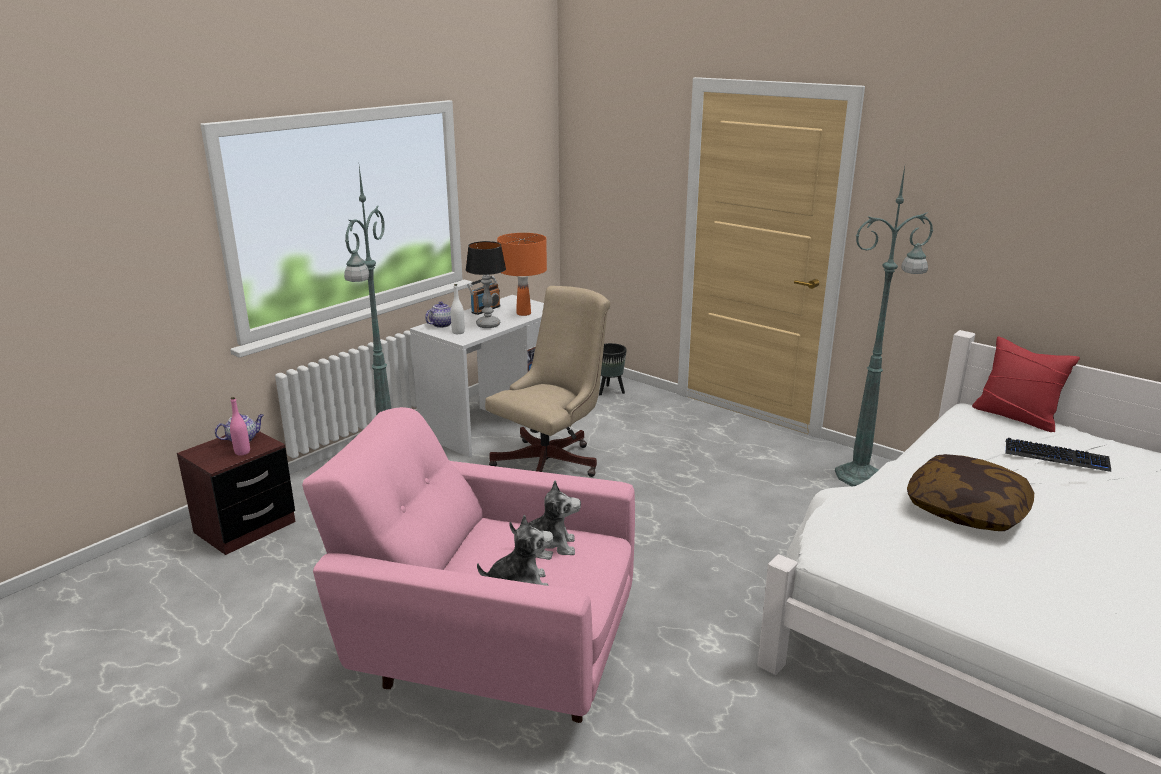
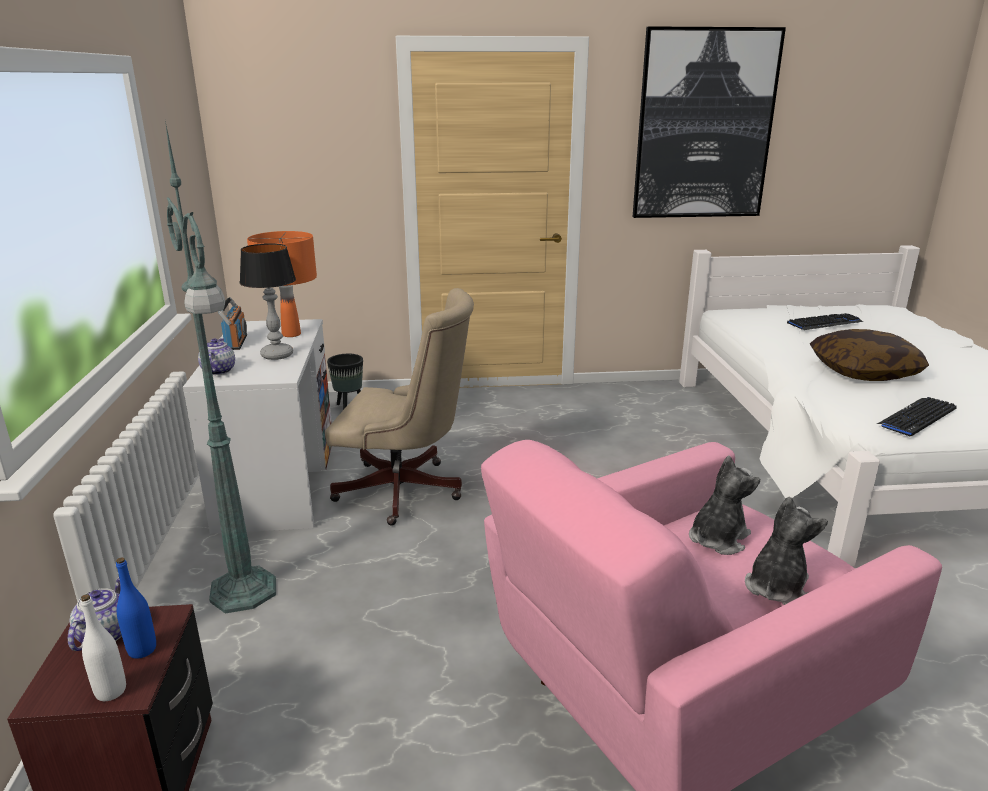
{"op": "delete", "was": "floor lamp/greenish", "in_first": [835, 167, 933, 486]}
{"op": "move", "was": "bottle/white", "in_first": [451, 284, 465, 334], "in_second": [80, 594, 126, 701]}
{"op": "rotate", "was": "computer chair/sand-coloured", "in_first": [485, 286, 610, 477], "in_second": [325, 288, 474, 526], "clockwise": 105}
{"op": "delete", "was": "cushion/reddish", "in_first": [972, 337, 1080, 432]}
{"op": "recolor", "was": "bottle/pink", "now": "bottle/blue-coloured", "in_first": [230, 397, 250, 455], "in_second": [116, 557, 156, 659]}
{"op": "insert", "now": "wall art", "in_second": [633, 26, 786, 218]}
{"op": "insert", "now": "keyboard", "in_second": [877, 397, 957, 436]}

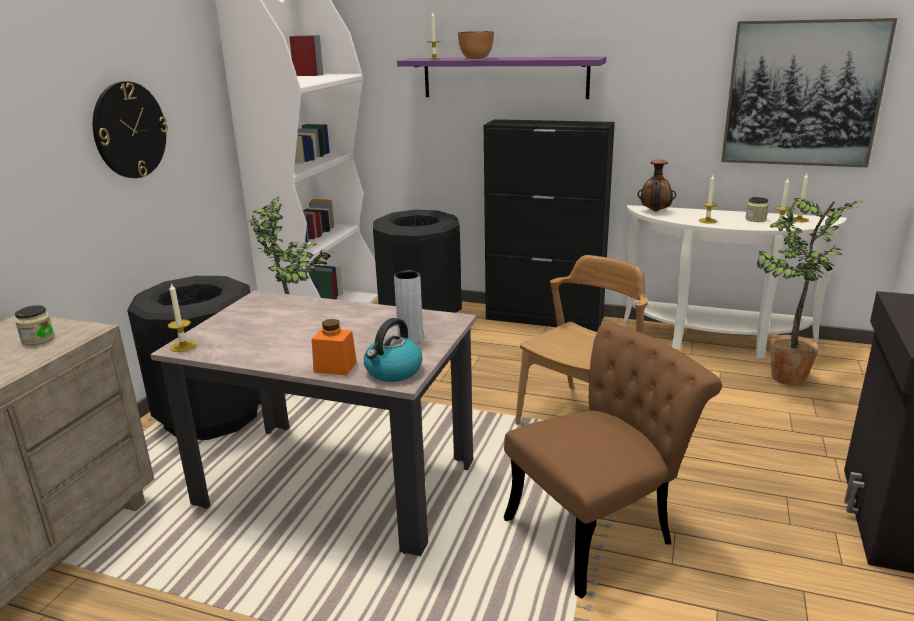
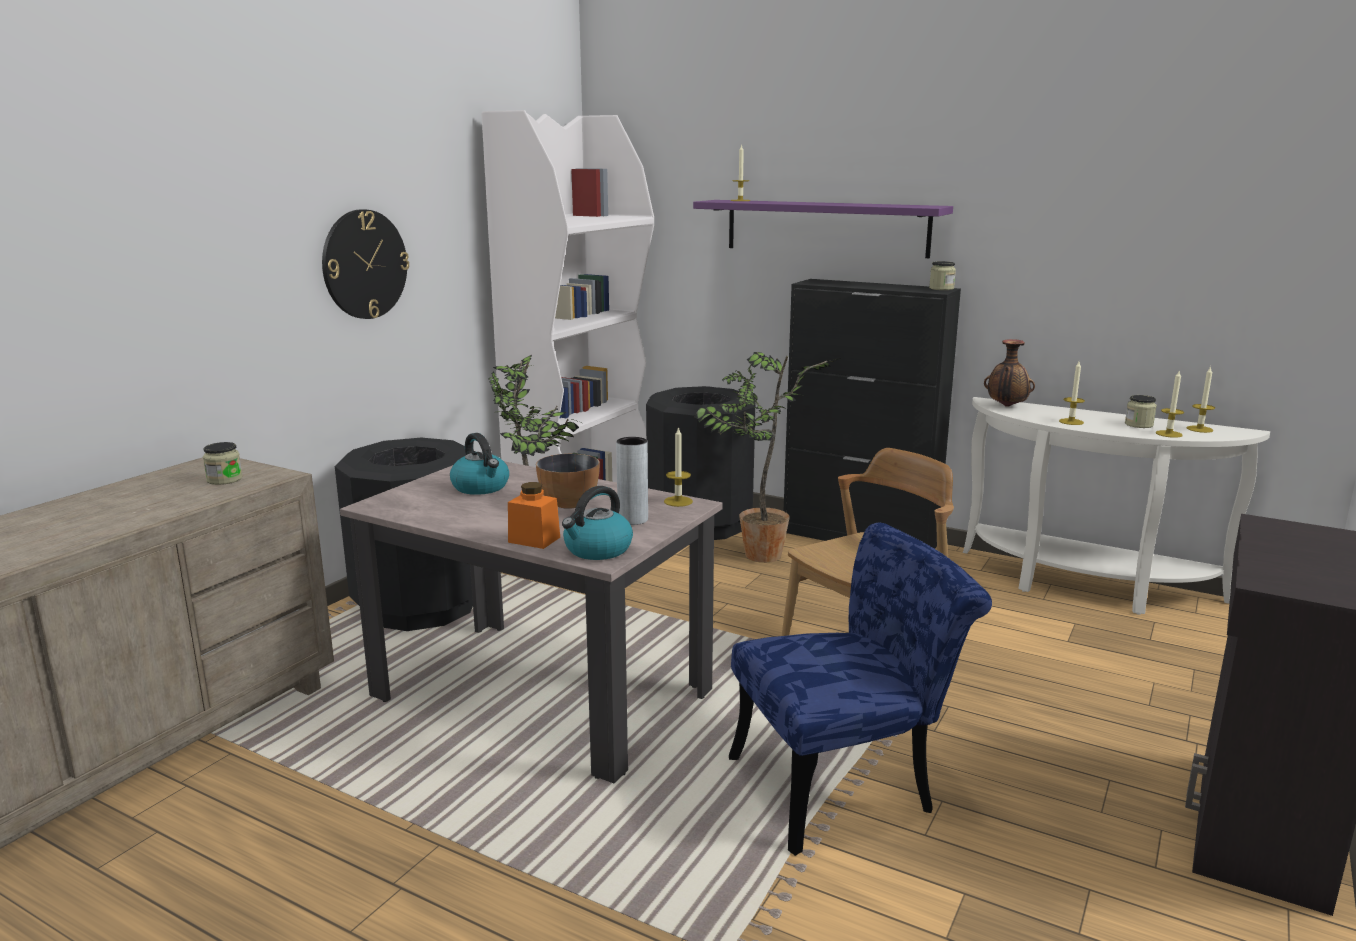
{"op": "delete", "was": "wall art", "in_first": [721, 18, 897, 167]}
{"op": "move", "was": "serving bowl", "in_first": [458, 31, 494, 59], "in_second": [536, 454, 600, 509]}
{"op": "move", "was": "plant in a pot", "in_first": [757, 198, 867, 386], "in_second": [694, 352, 841, 563]}
{"op": "move", "was": "candle", "in_first": [168, 283, 197, 352], "in_second": [664, 426, 693, 507]}
{"op": "recolor", "was": "plain chair/brown", "now": "plain chair/blue-coloured", "in_first": [504, 322, 722, 598], "in_second": [729, 523, 992, 856]}
{"op": "insert", "now": "storage jar", "in_second": [929, 261, 956, 290]}
{"op": "insert", "now": "water kettle", "in_second": [450, 433, 509, 495]}

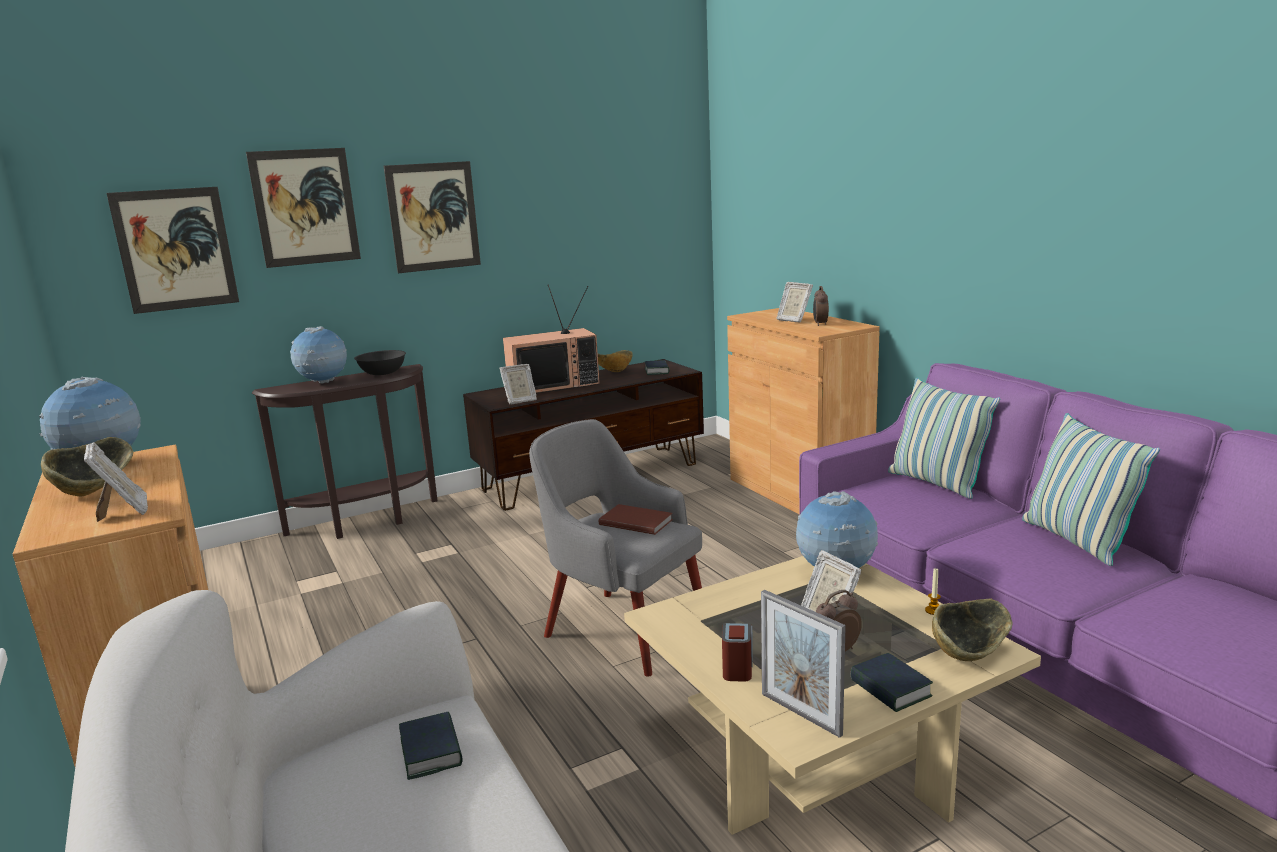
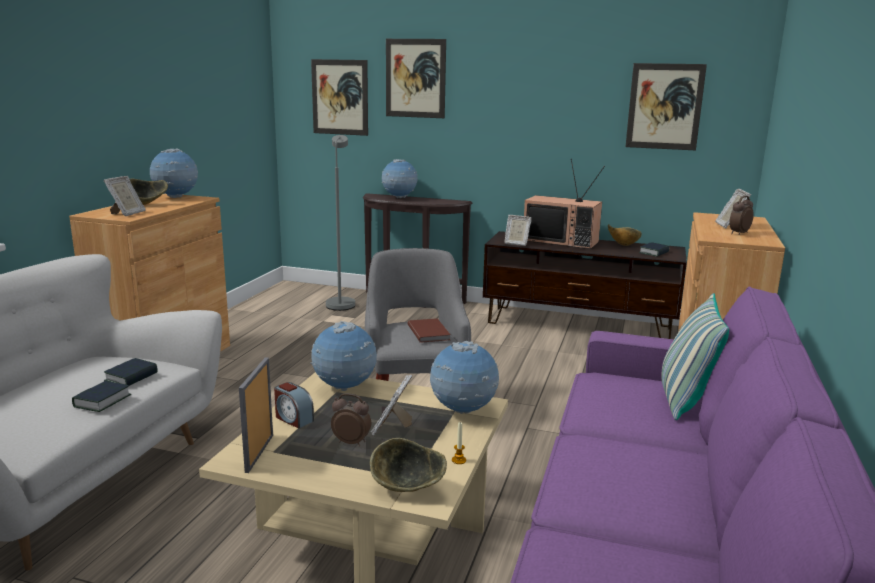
{"op": "move", "was": "wall art", "in_first": [384, 161, 481, 273], "in_second": [625, 63, 707, 150]}
{"op": "delete", "was": "serving bowl/blackish", "in_first": [354, 350, 406, 375]}
{"op": "delete", "was": "cushion", "in_first": [1022, 413, 1160, 566]}
{"op": "rotate", "was": "table clock", "in_first": [722, 623, 753, 682], "in_second": [274, 382, 314, 429], "clockwise": 75}
{"op": "move", "was": "book", "in_first": [851, 653, 933, 712], "in_second": [72, 381, 131, 412]}
{"op": "insert", "now": "floor lamp/greyish", "in_second": [326, 135, 355, 311]}
{"op": "insert", "now": "desk globe", "in_second": [310, 321, 377, 391]}

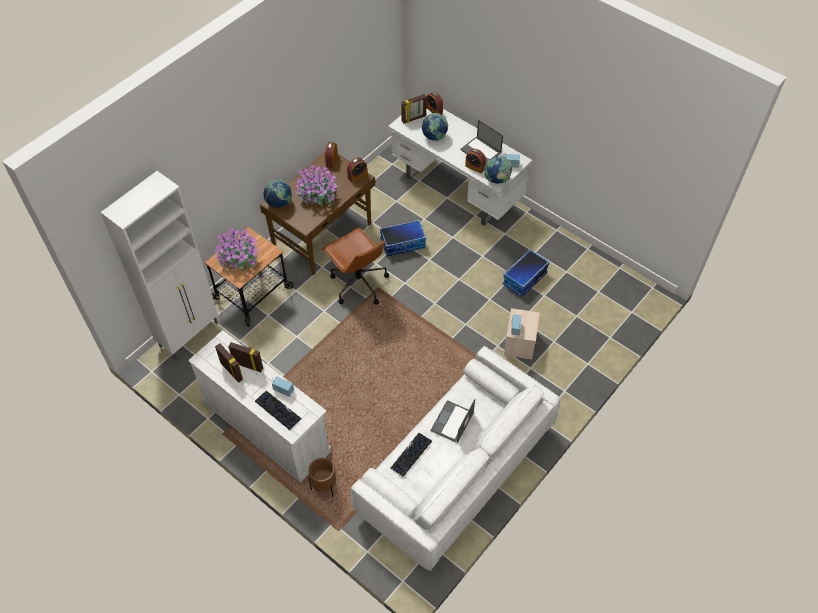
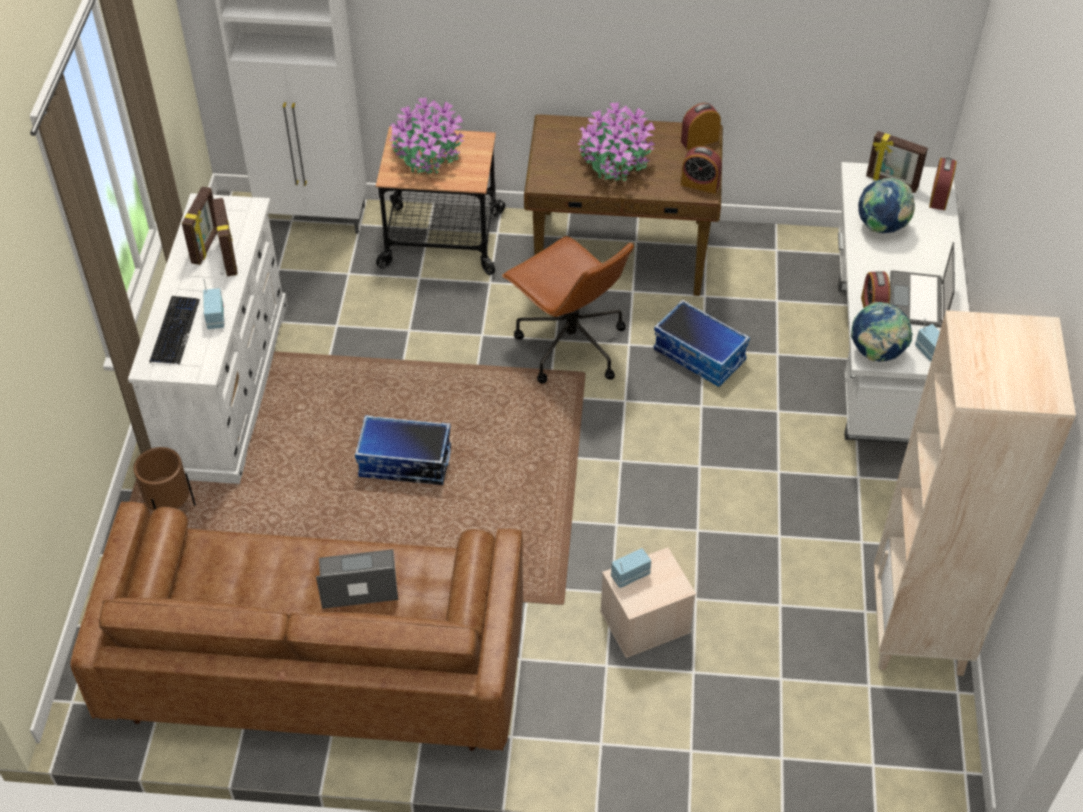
{"op": "delete", "was": "desk globe", "in_first": [263, 179, 292, 208]}
{"op": "rotate", "was": "computer chair/brown", "in_first": [322, 228, 389, 305], "in_second": [502, 236, 634, 384], "clockwise": -60}
{"op": "move", "was": "storage bin", "in_first": [503, 249, 550, 297], "in_second": [355, 415, 451, 485]}
{"op": "recolor", "was": "couch/white", "now": "couch/brown", "in_first": [350, 346, 561, 571], "in_second": [70, 502, 523, 751]}
{"op": "delete", "was": "keyboard", "in_first": [390, 433, 432, 477]}
{"op": "insert", "now": "bookcase/sand-coloured", "in_second": [874, 310, 1076, 676]}

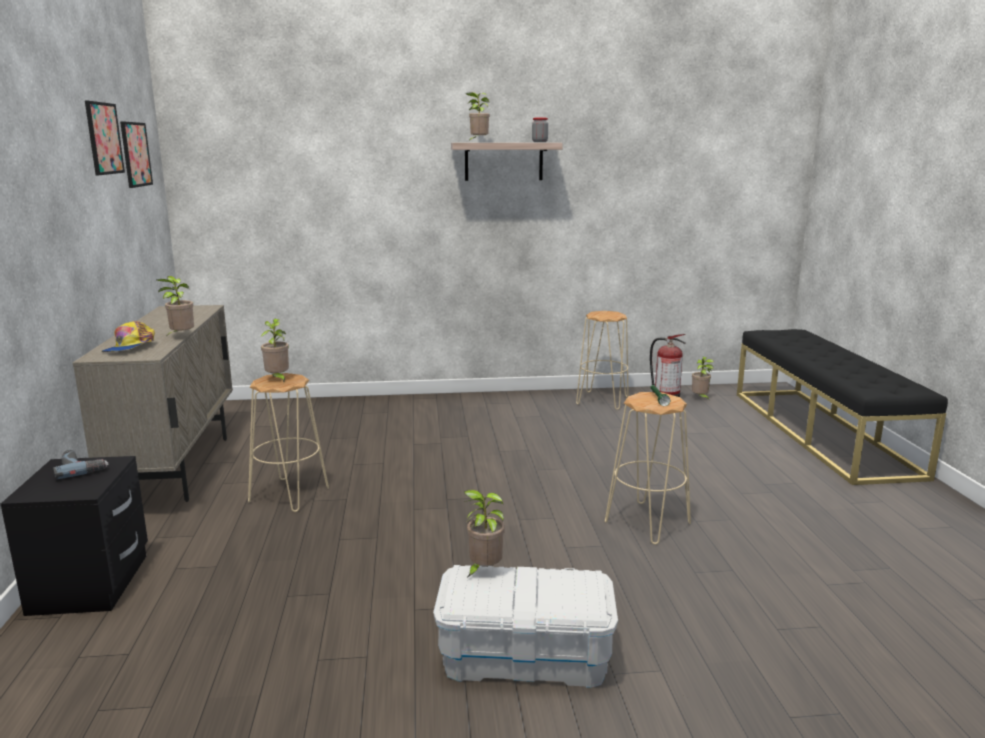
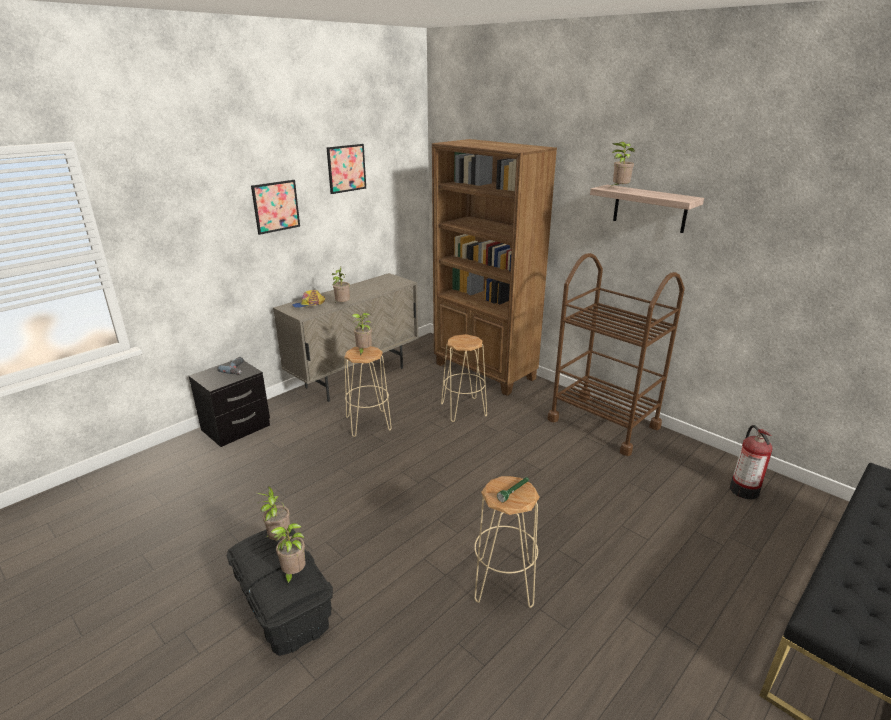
{"op": "delete", "was": "storage jar", "in_first": [532, 118, 548, 142]}
{"op": "move", "was": "wall art", "in_first": [120, 121, 153, 188], "in_second": [251, 180, 300, 235]}
{"op": "move", "was": "stool/sand-coloured", "in_first": [576, 311, 629, 410], "in_second": [441, 334, 487, 422]}
{"op": "move", "was": "plant in a pot", "in_first": [692, 357, 714, 401], "in_second": [271, 523, 306, 587]}
{"op": "recolor", "was": "storage bin/white", "now": "storage bin/blackish", "in_first": [433, 565, 618, 688], "in_second": [227, 529, 333, 656]}
{"op": "insert", "now": "bookcase/brown", "in_second": [432, 139, 557, 396]}
{"op": "insert", "now": "wheeled cart/brown", "in_second": [547, 253, 685, 456]}

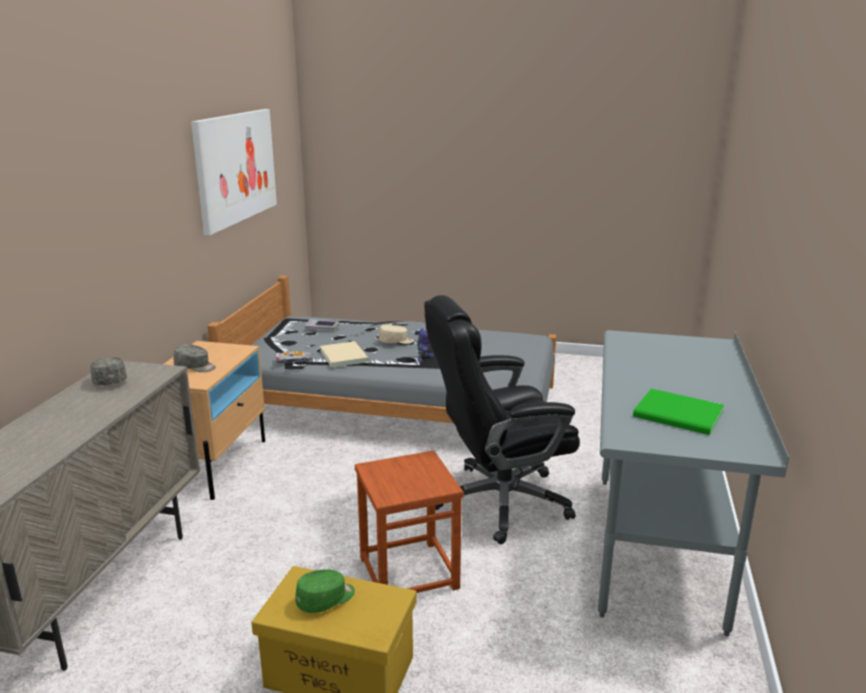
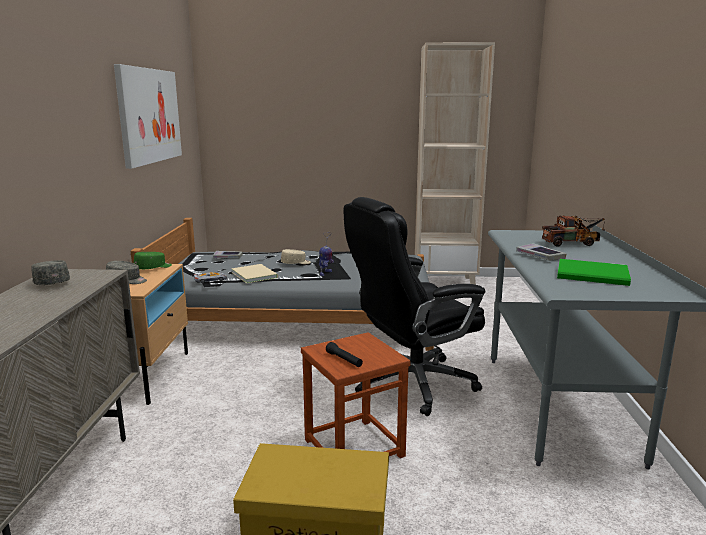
{"op": "move", "was": "cap/greenish", "in_first": [295, 569, 355, 613], "in_second": [134, 252, 172, 269]}
{"op": "insert", "now": "bookcase/sand-coloured", "in_second": [415, 42, 495, 285]}
{"op": "insert", "now": "model truck", "in_second": [542, 216, 605, 247]}
{"op": "insert", "now": "book", "in_second": [516, 243, 566, 261]}
{"op": "insert", "now": "torch/blackish", "in_second": [326, 342, 363, 367]}

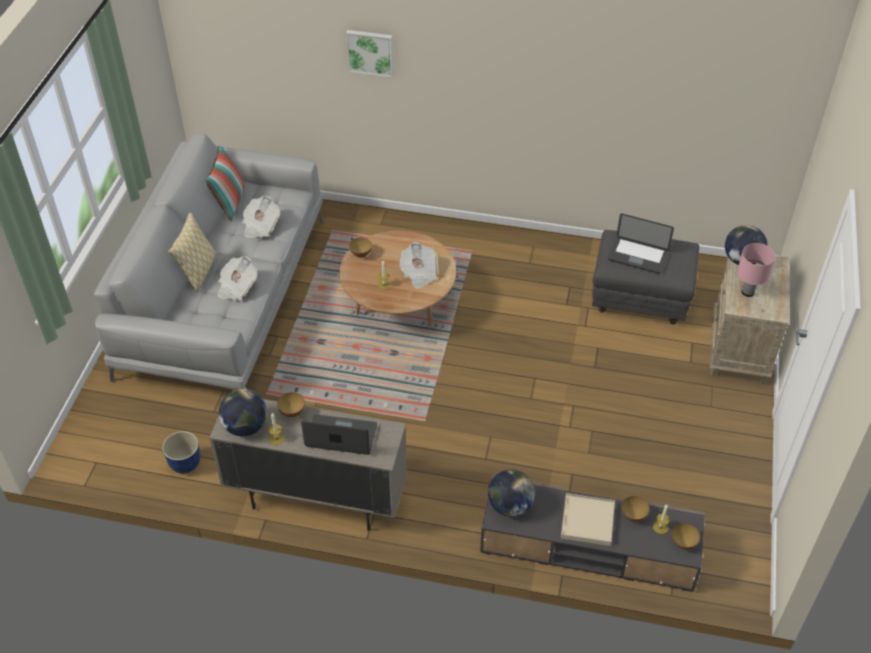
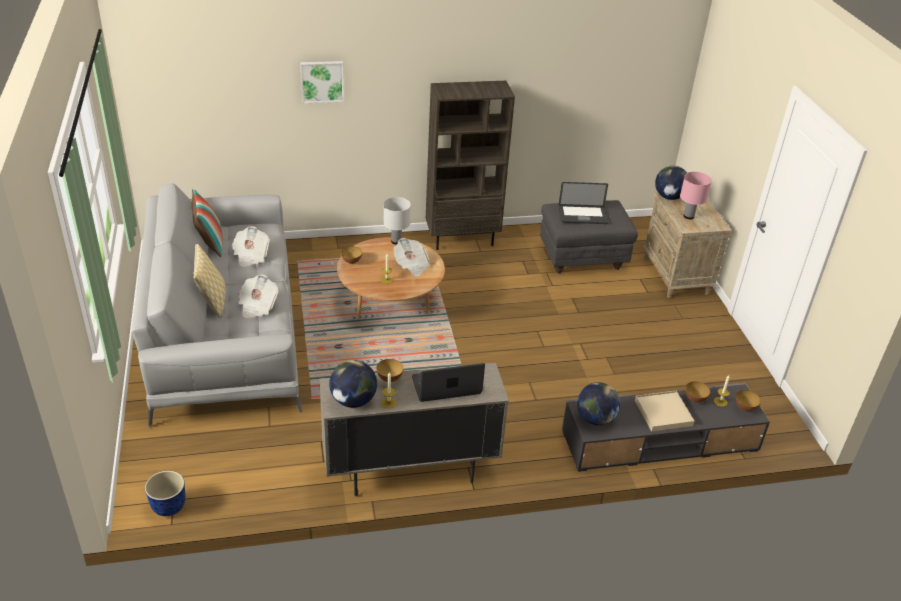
{"op": "move", "was": "plant pot", "in_first": [162, 431, 200, 473], "in_second": [145, 471, 186, 516]}
{"op": "insert", "now": "bookcase/brown", "in_second": [426, 81, 515, 250]}
{"op": "insert", "now": "table lamp/white", "in_second": [383, 197, 411, 244]}

